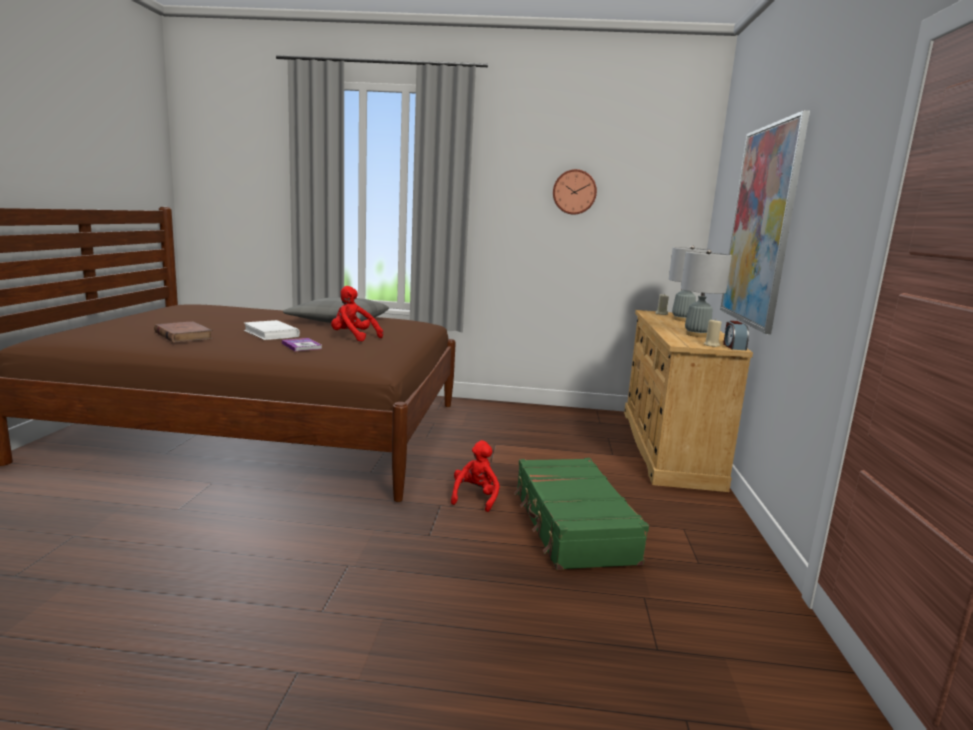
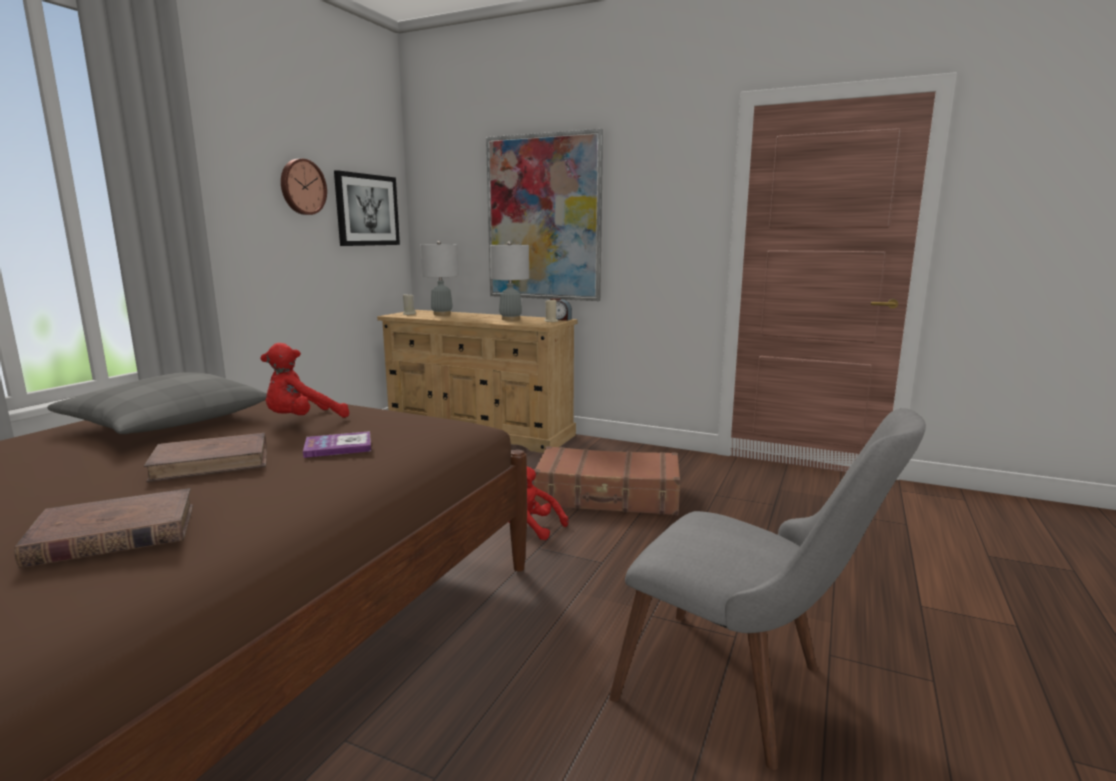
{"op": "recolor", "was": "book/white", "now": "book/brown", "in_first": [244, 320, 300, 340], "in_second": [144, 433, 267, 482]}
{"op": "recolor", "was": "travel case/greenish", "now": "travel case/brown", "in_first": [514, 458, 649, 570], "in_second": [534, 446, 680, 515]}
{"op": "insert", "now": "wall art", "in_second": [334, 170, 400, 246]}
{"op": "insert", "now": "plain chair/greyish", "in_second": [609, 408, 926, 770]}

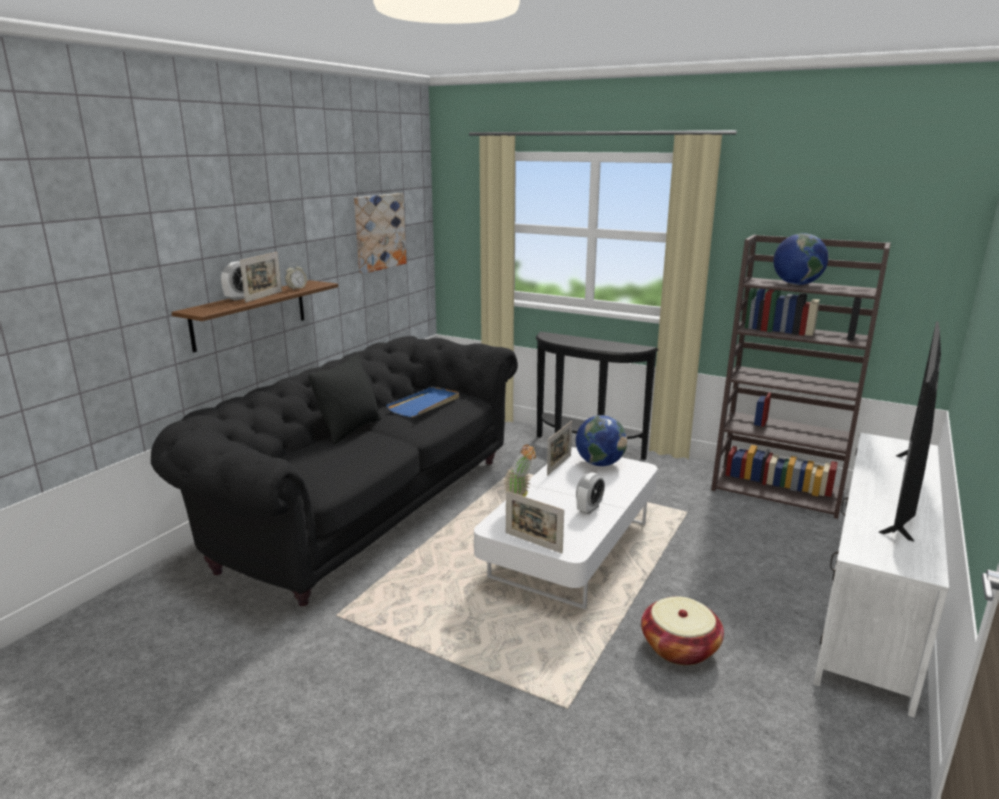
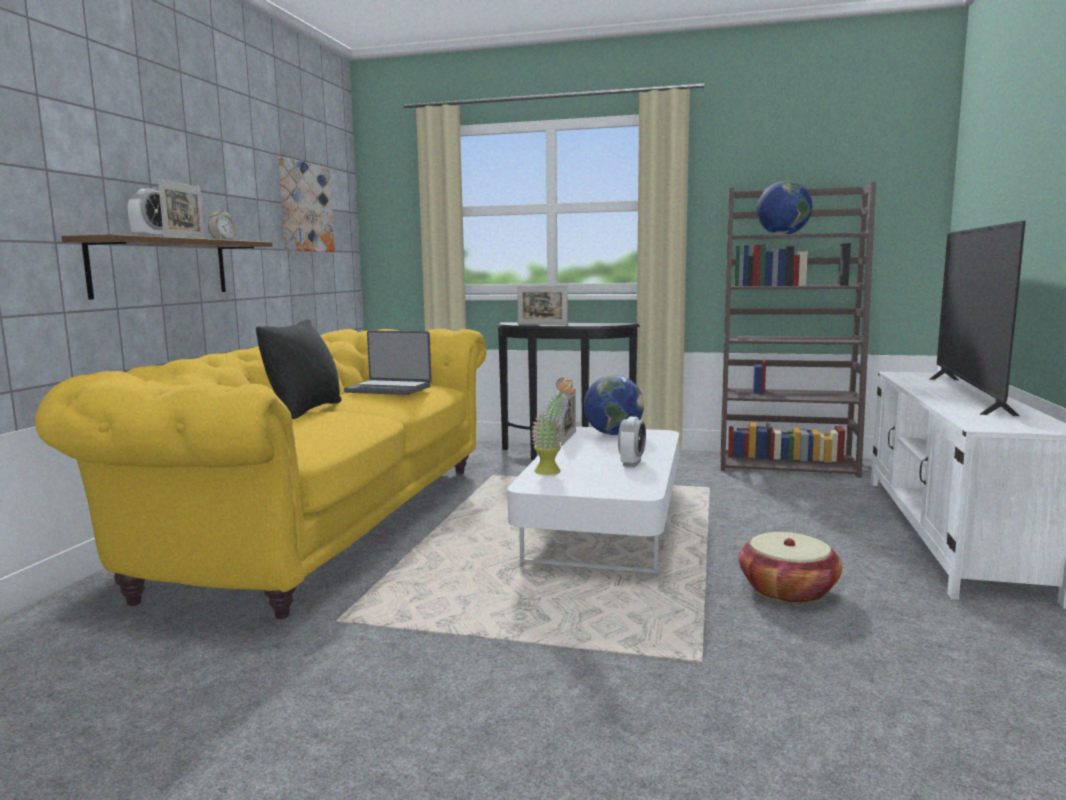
{"op": "recolor", "was": "couch/blackish", "now": "couch/yellow-coloured", "in_first": [151, 336, 518, 606], "in_second": [34, 329, 486, 619]}
{"op": "replace", "was": "tray/blue-coloured", "now": "portable computer", "in_first": [386, 386, 459, 417], "in_second": [344, 331, 432, 395]}
{"op": "move", "was": "picture frame", "in_first": [506, 491, 564, 553], "in_second": [517, 286, 568, 325]}

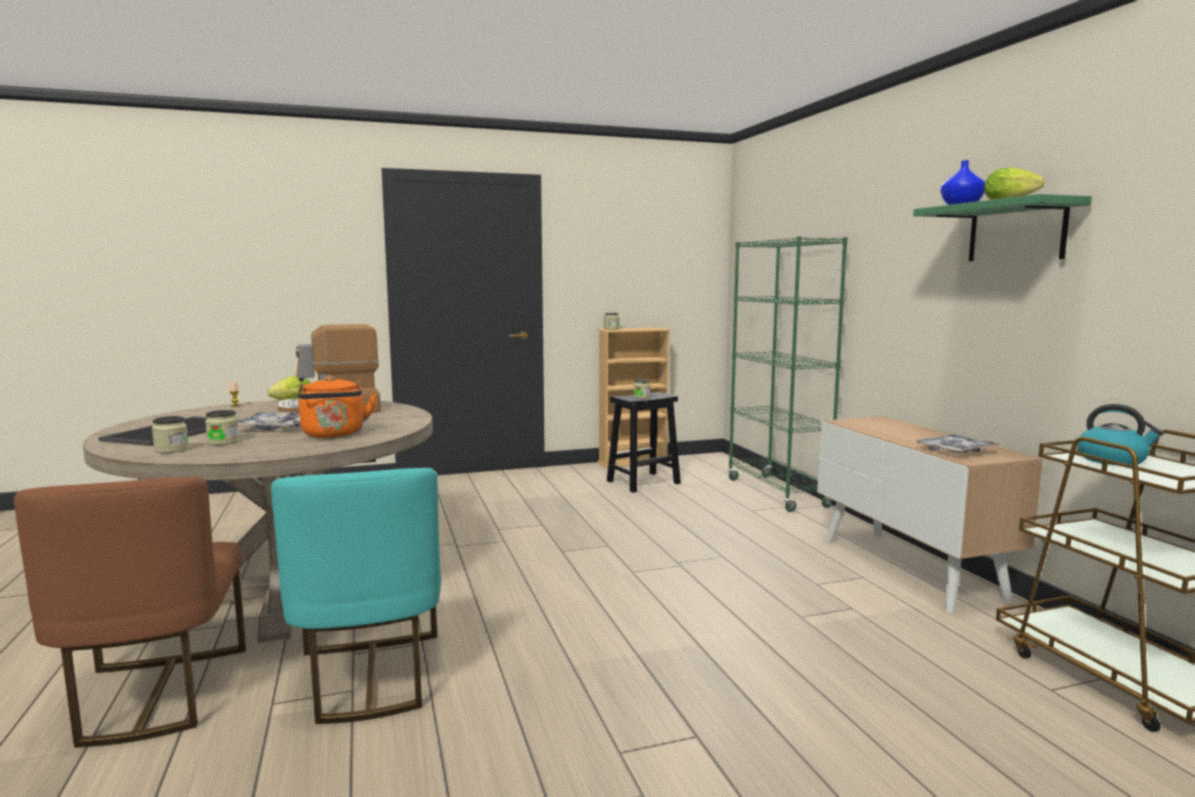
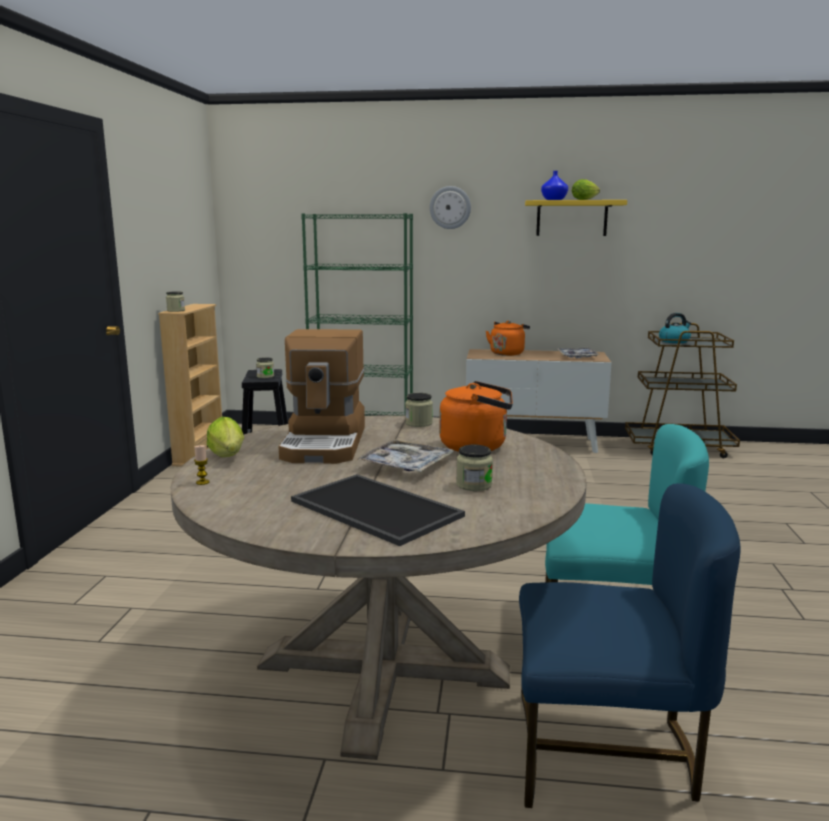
{"op": "recolor", "was": "bracket shelf/greenish", "now": "bracket shelf/yellow-coloured", "in_first": [913, 194, 1092, 261], "in_second": [525, 200, 627, 236]}
{"op": "move", "was": "storage jar", "in_first": [152, 416, 189, 453], "in_second": [405, 393, 433, 427]}
{"op": "recolor", "was": "plain chair/brown", "now": "plain chair/blue-coloured", "in_first": [14, 477, 246, 748], "in_second": [519, 483, 741, 808]}
{"op": "insert", "now": "wall clock", "in_second": [430, 186, 471, 229]}
{"op": "insert", "now": "water kettle/orange-coloured", "in_second": [486, 321, 530, 356]}

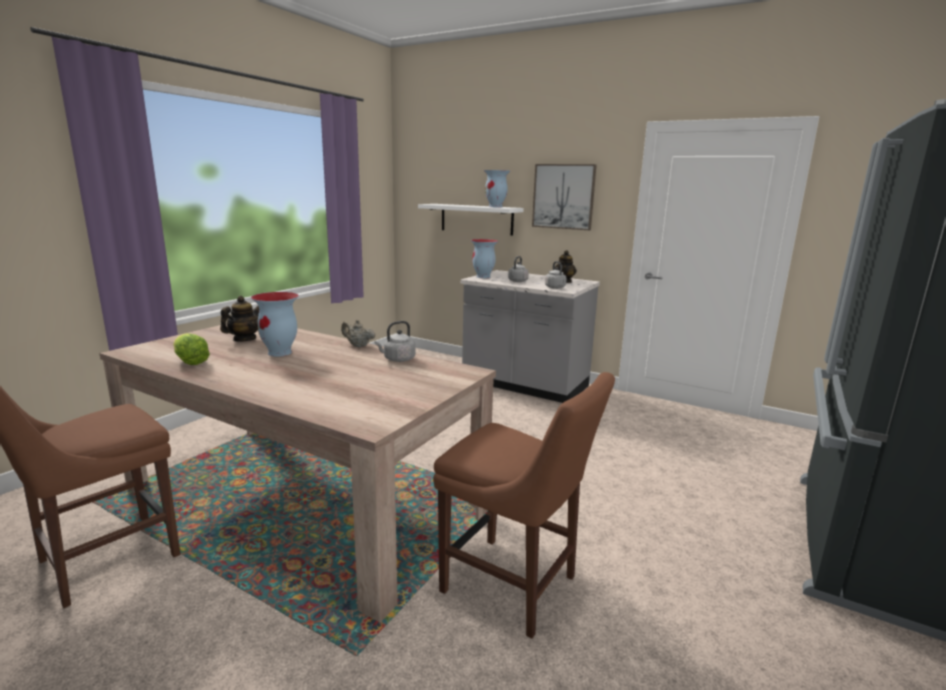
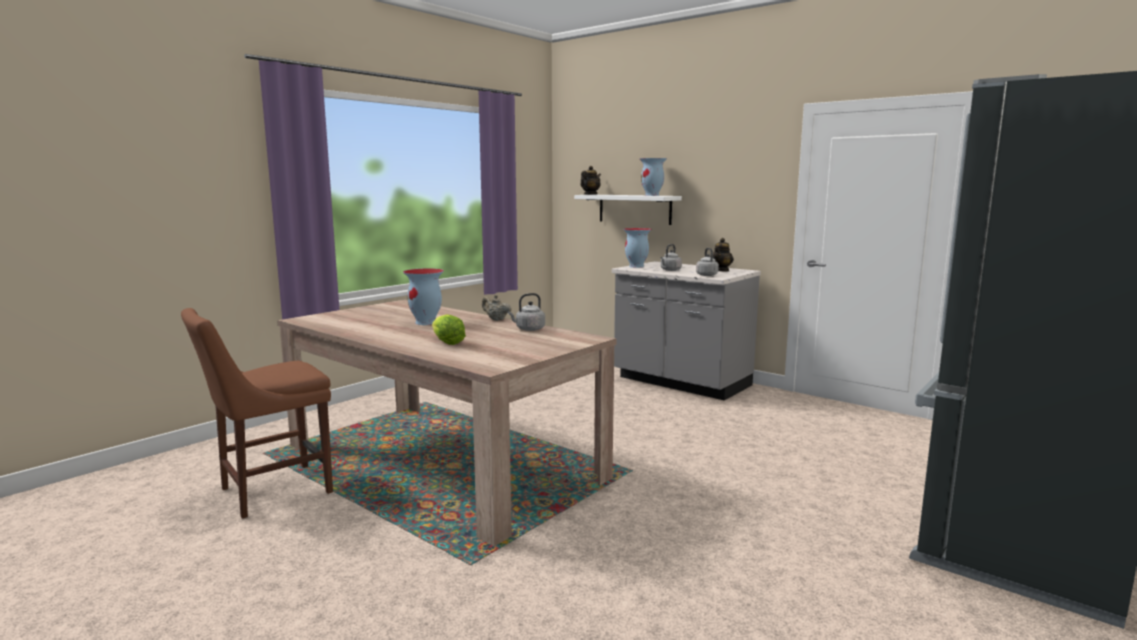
{"op": "delete", "was": "wall art", "in_first": [532, 164, 597, 230]}
{"op": "move", "was": "pot for tea", "in_first": [220, 296, 259, 342], "in_second": [580, 166, 601, 195]}
{"op": "move", "was": "lettuce", "in_first": [173, 333, 210, 365], "in_second": [432, 314, 466, 345]}
{"op": "delete", "was": "plain chair/brown", "in_first": [433, 372, 615, 639]}

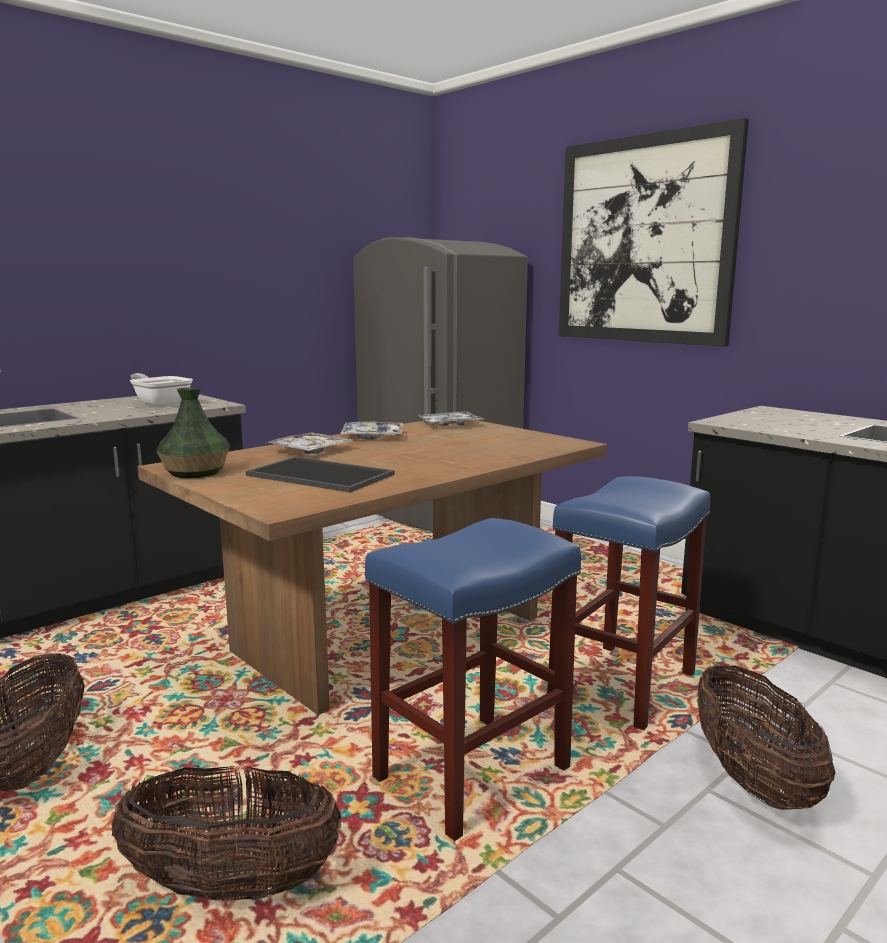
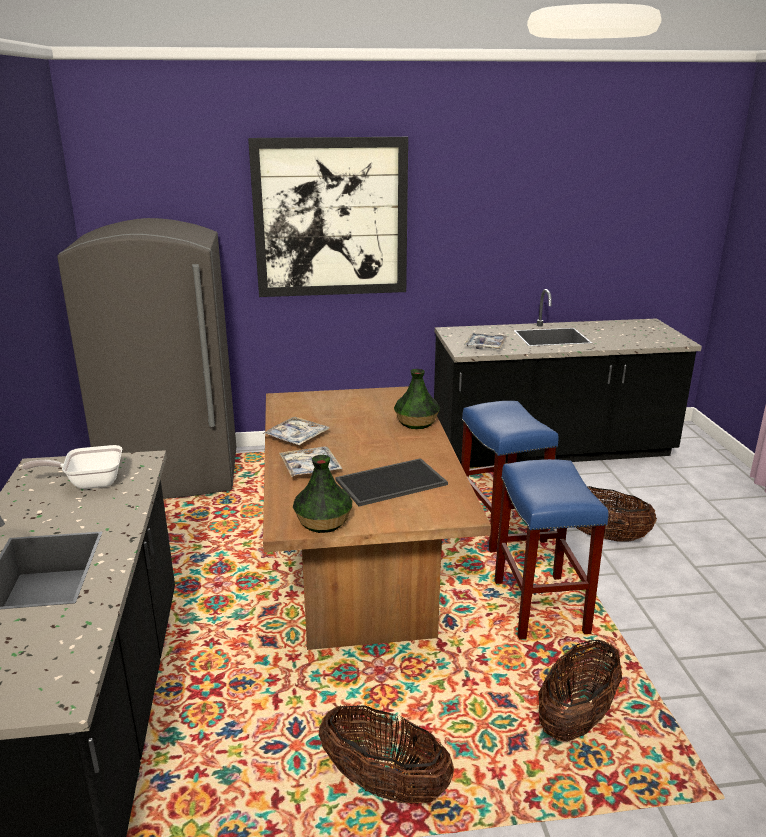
{"op": "move", "was": "tray", "in_first": [418, 411, 484, 426], "in_second": [464, 333, 507, 349]}
{"op": "insert", "now": "vase", "in_second": [394, 369, 440, 429]}

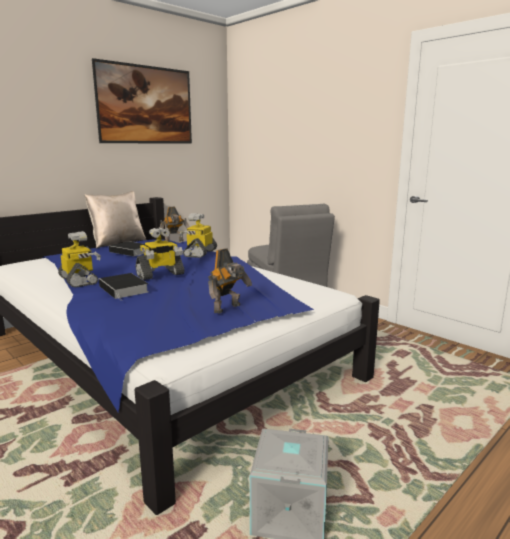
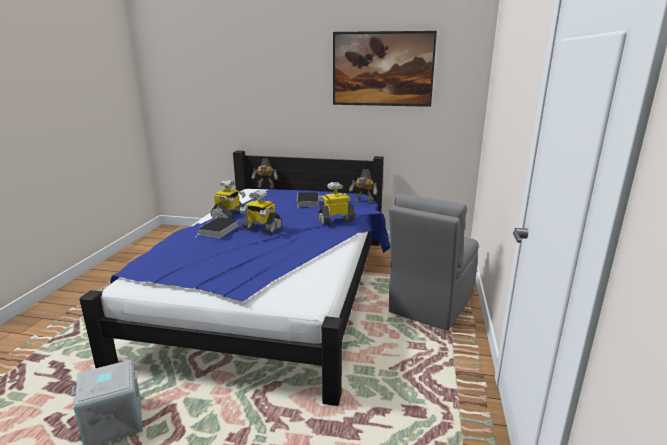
{"op": "delete", "was": "cushion/sand-coloured", "in_first": [84, 191, 146, 249]}
{"op": "move", "was": "robot figure", "in_first": [208, 248, 252, 313], "in_second": [252, 158, 278, 188]}

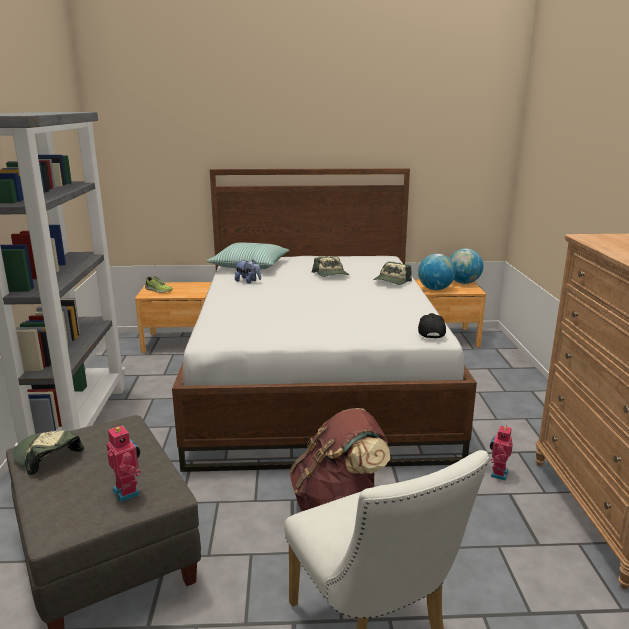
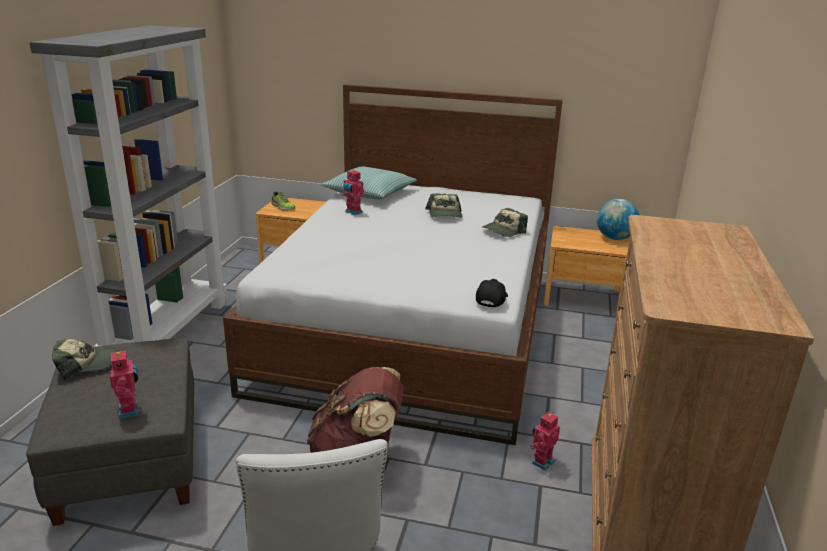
{"op": "delete", "was": "desk globe", "in_first": [418, 254, 455, 290]}
{"op": "replace", "was": "cuddly toy", "now": "robot figure", "in_first": [235, 260, 261, 284], "in_second": [342, 169, 364, 215]}
{"op": "rotate", "was": "cap", "in_first": [12, 430, 84, 475], "in_second": [52, 339, 116, 380], "clockwise": 105}

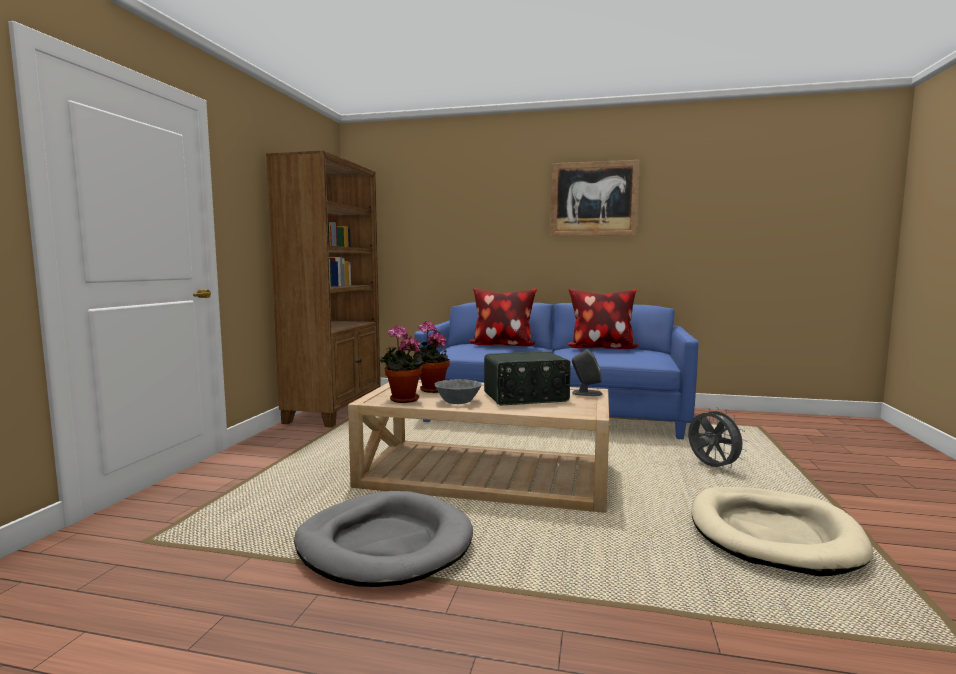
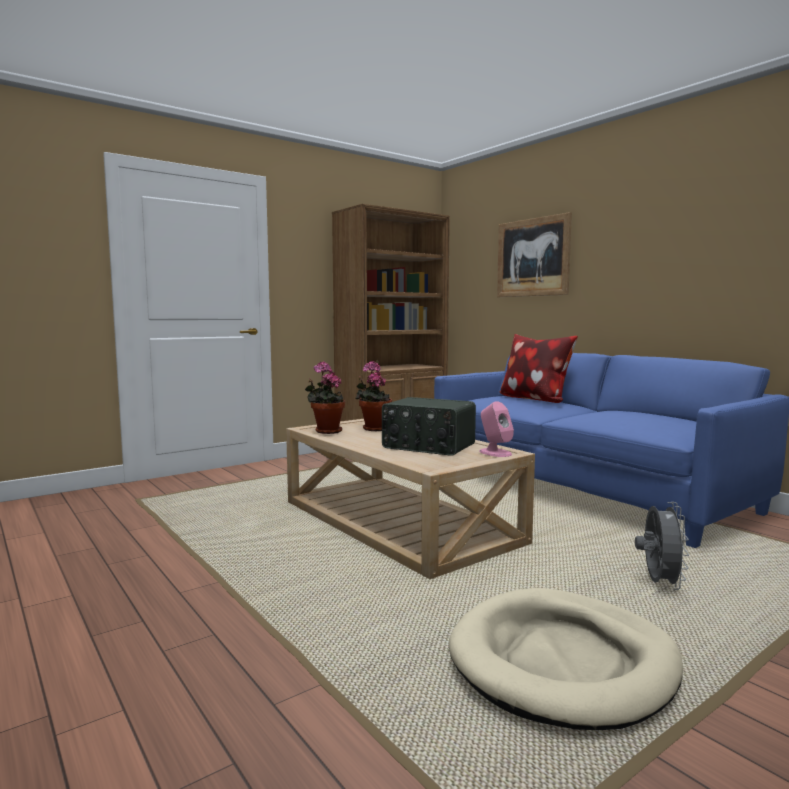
{"op": "move", "was": "wall art", "in_first": [551, 160, 640, 236], "in_second": [497, 212, 572, 297]}
{"op": "delete", "was": "cushion", "in_first": [567, 289, 639, 349]}
{"op": "recolor", "was": "loudspeaker/greyish", "now": "loudspeaker/pink", "in_first": [572, 349, 603, 396], "in_second": [479, 401, 514, 457]}
{"op": "delete", "was": "serving bowl/greyish", "in_first": [435, 379, 482, 404]}
{"op": "delete", "was": "dog cushion/greyish", "in_first": [294, 491, 473, 587]}

